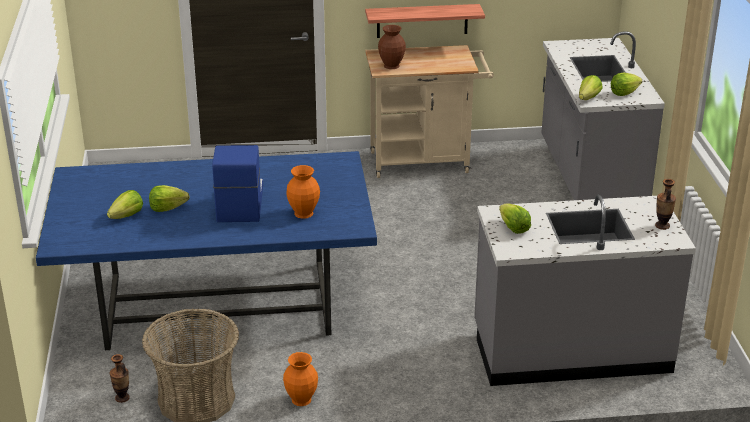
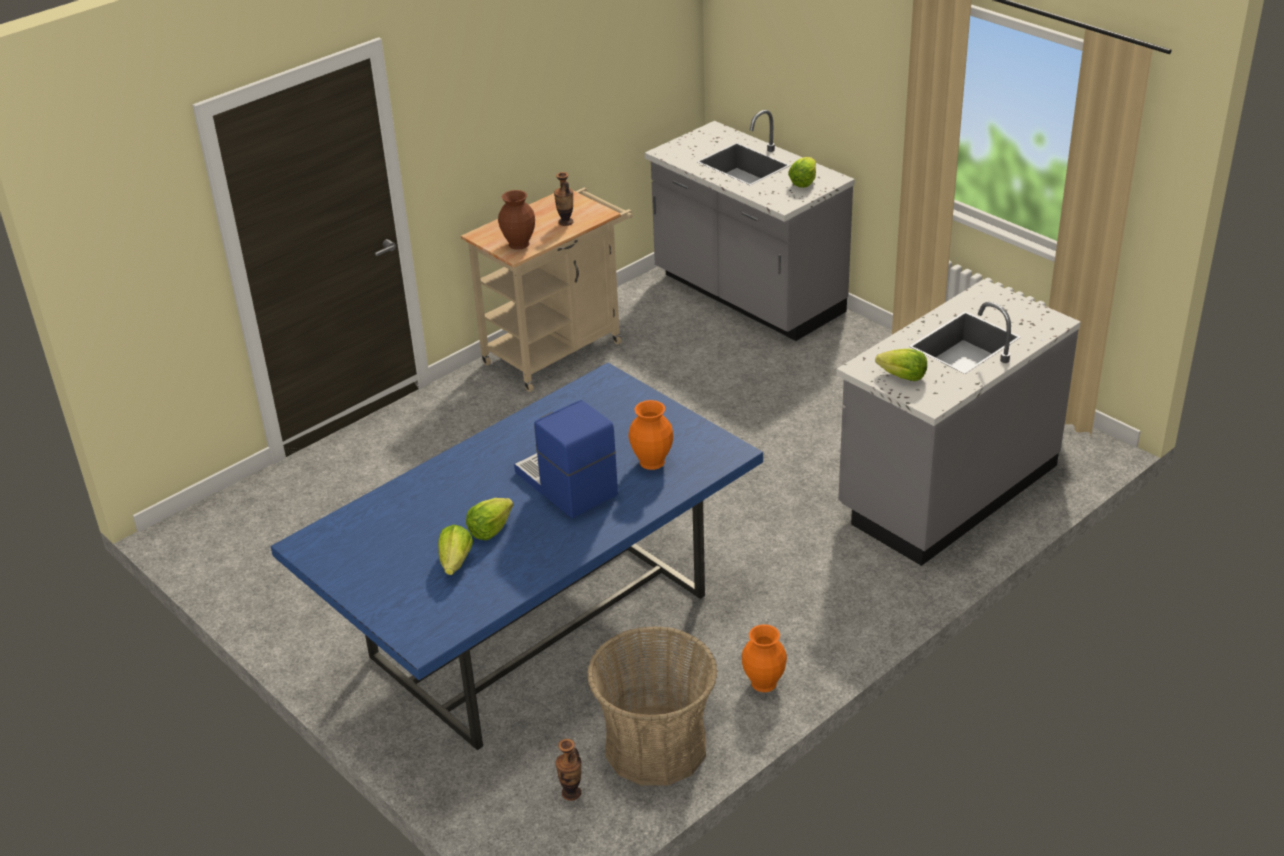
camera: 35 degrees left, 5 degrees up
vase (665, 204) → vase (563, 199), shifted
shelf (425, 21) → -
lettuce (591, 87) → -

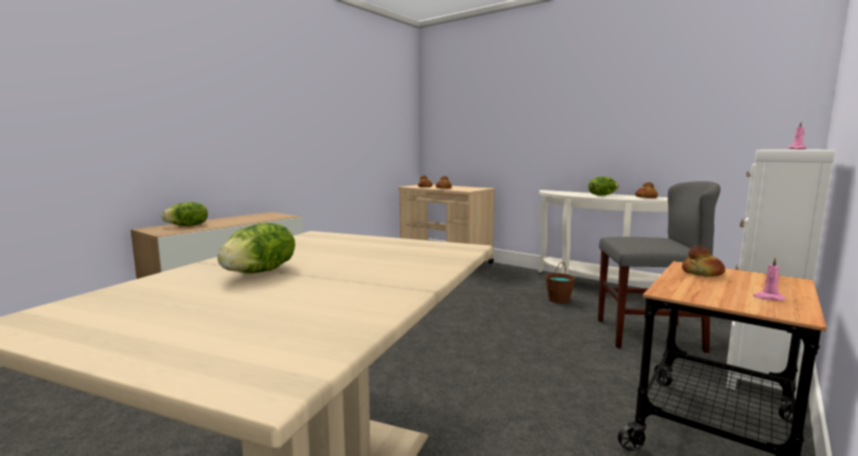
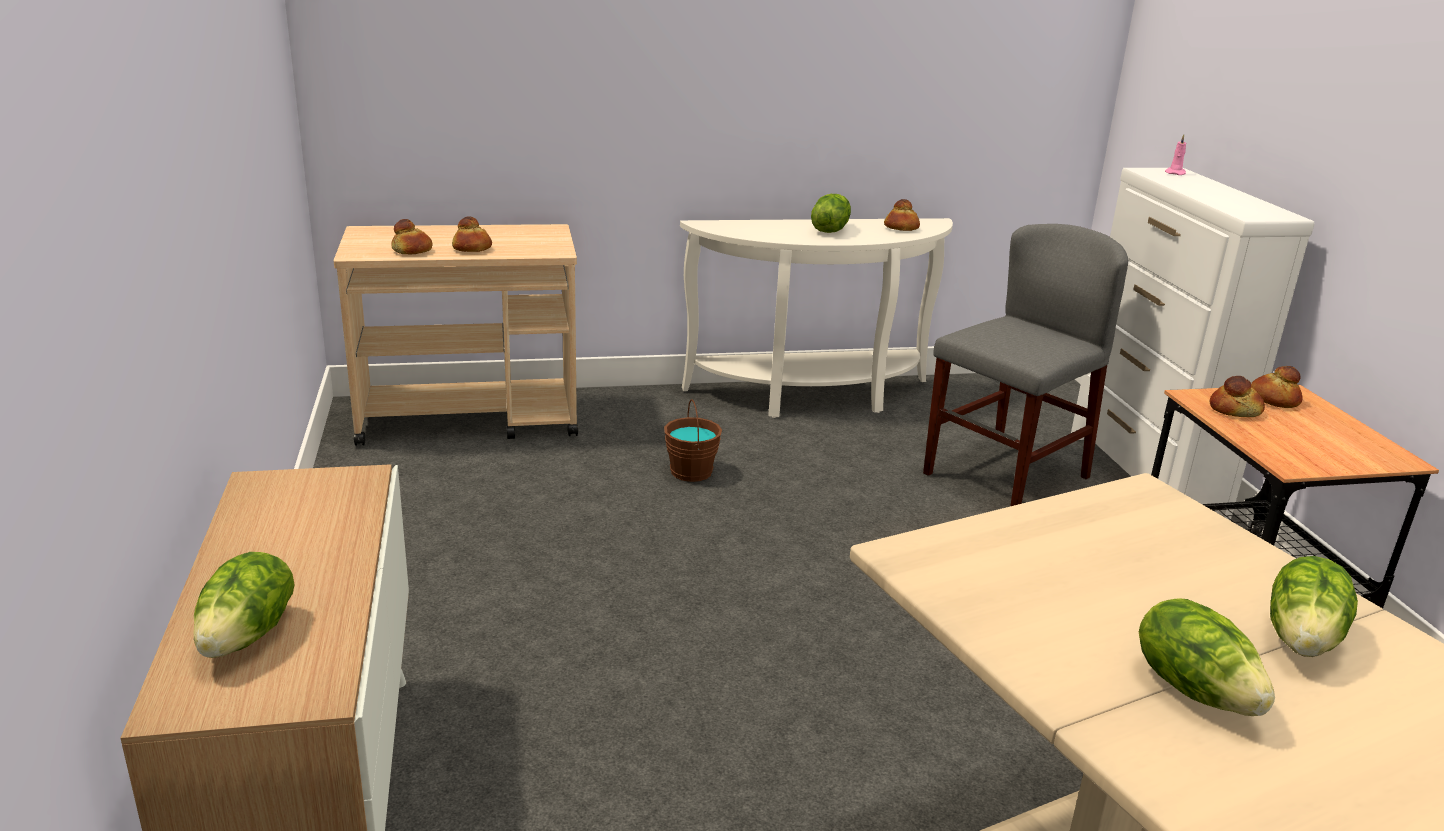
camera: 50 degrees left, 15 degrees up
brown bucket (560, 282) → brown bucket (693, 440), shifted
- → bread (1277, 387)
- → lettuce (1314, 606)
pink candle (769, 279) → -

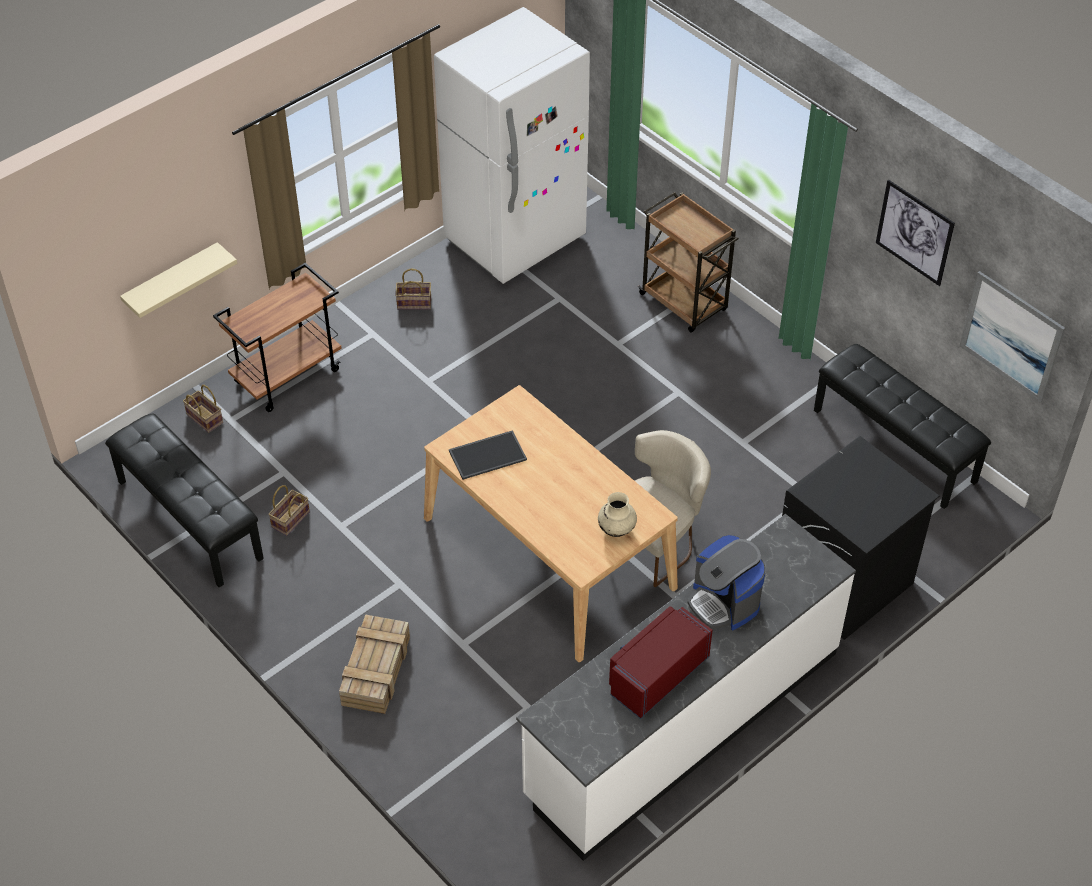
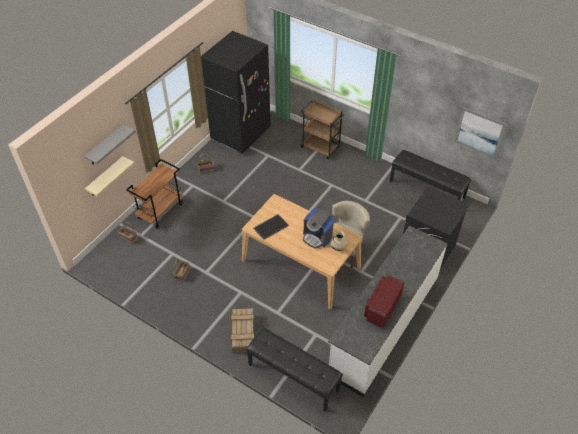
camera: 15 degrees left, 0 degrees up
- → grey shelf (110, 144)
white fridge (512, 145) → black fridge (235, 92)
black bench (184, 500) → black bench (294, 370), shifted
coffee machine (727, 582) → coffee machine (318, 228), shifted
picture (915, 233) → -

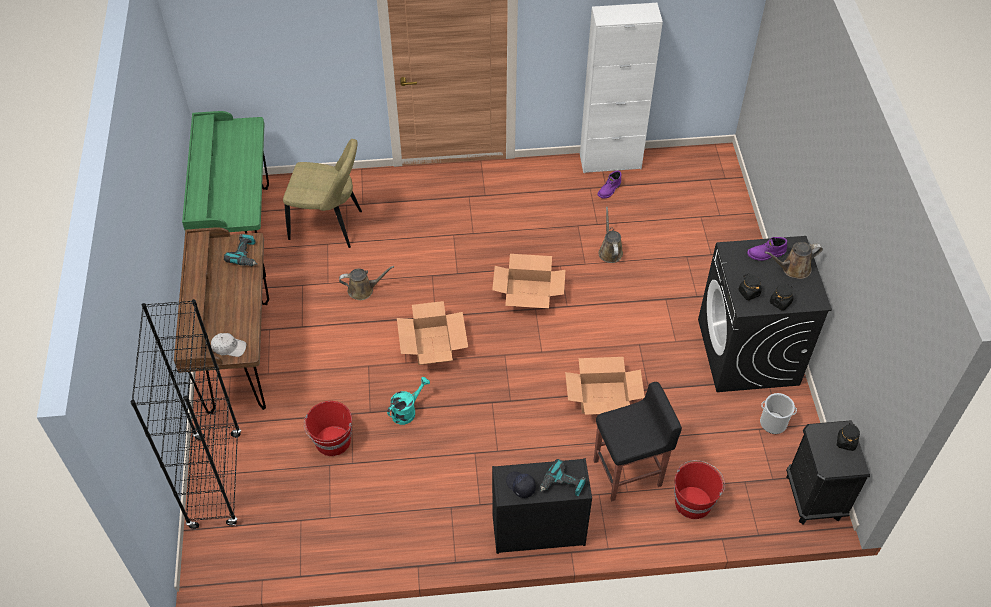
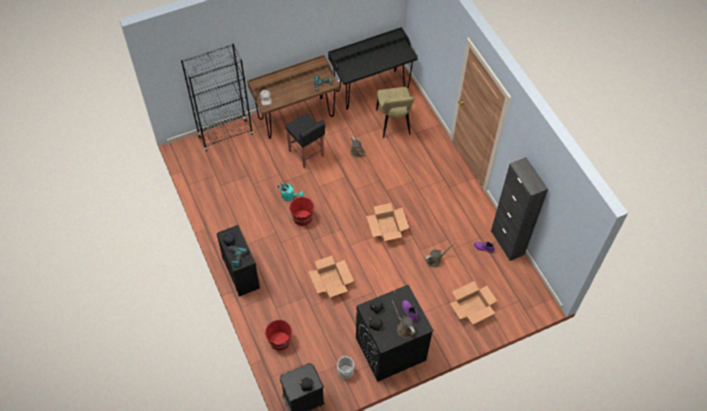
camera: 70 degrees right, 5 degrees up
black stool (638, 441) → black stool (305, 140), shifted
red bucket (328, 428) → red bucket (301, 211), shifted
green desk (225, 194) → black desk (373, 68)
cardboard box (432, 333) → cardboard box (473, 302), shifted
white cabinet (621, 88) → black cabinet (519, 209)

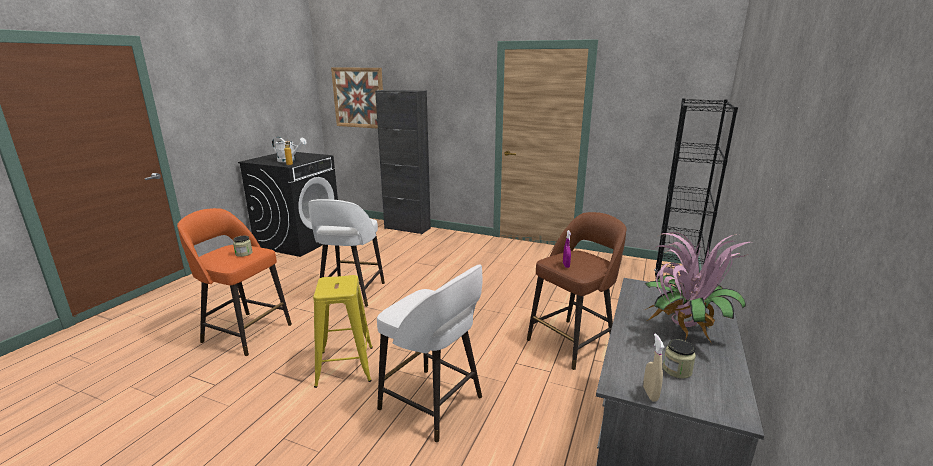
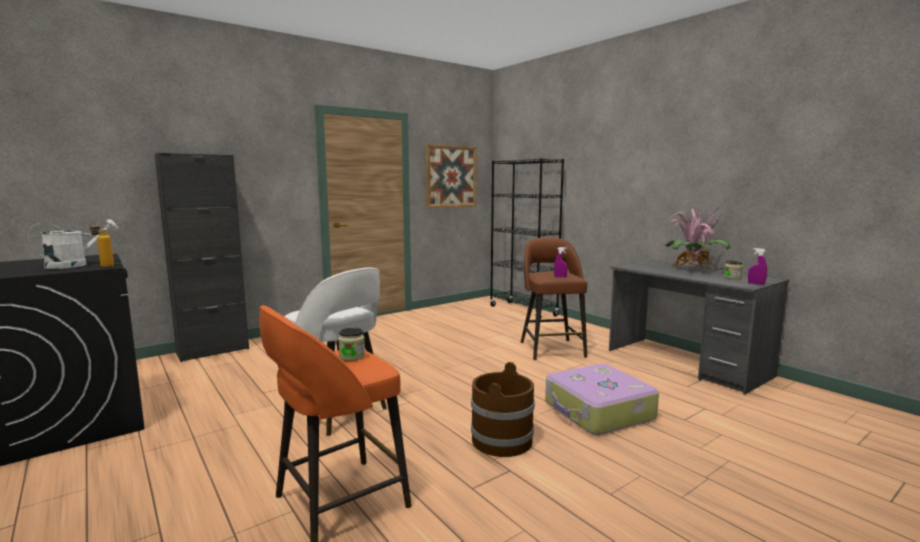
camera: 60 degrees left, 10 degrees down
picture (357, 98) → picture (451, 176), shifted
yellow stool (343, 331) → brown bucket (503, 409)
white stool (429, 353) → suitcase (602, 399)
beige spray bottle (654, 368) → purple spray bottle (757, 266)

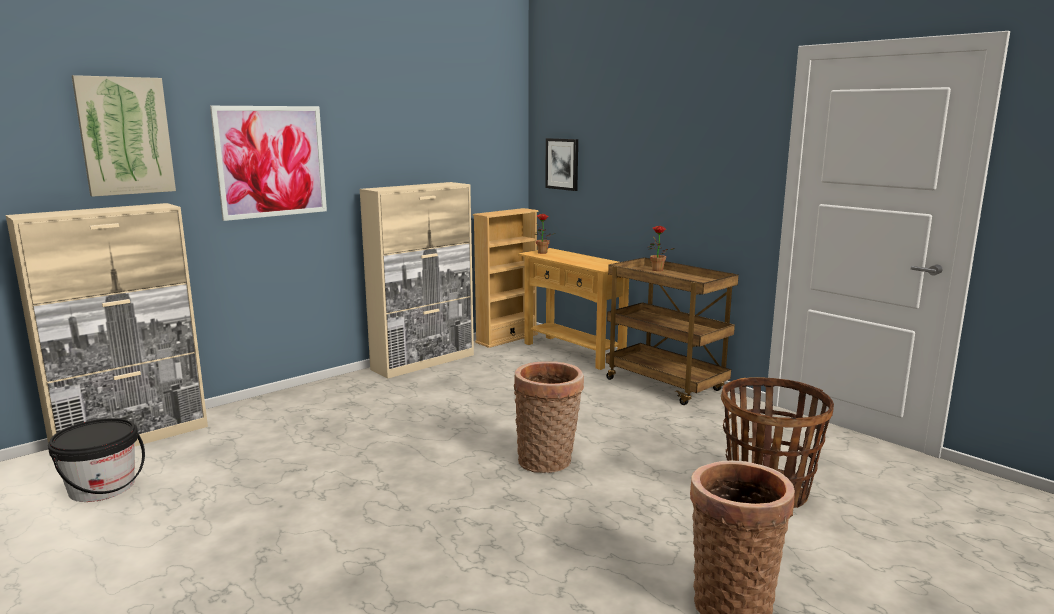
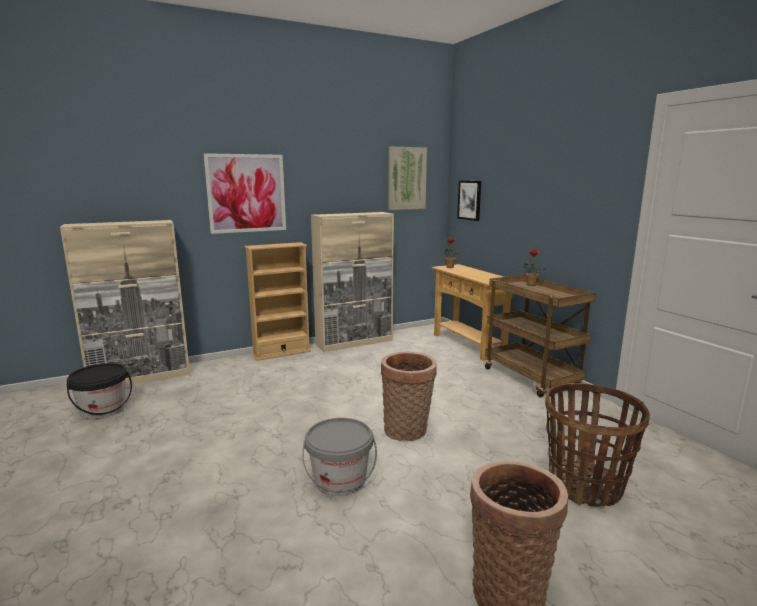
camera: 15 degrees right, 0 degrees up
beige bookcase (505, 278) → beige bookcase (278, 301), shifted
- → grey bucket (339, 457)
picture (124, 136) → picture (407, 178), shifted

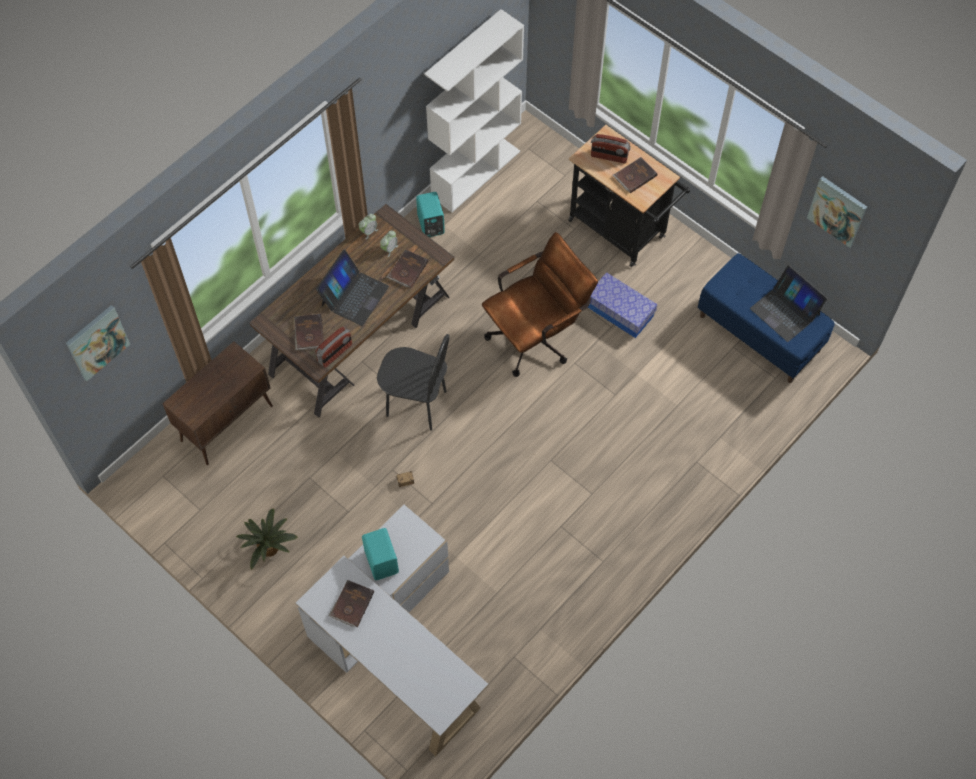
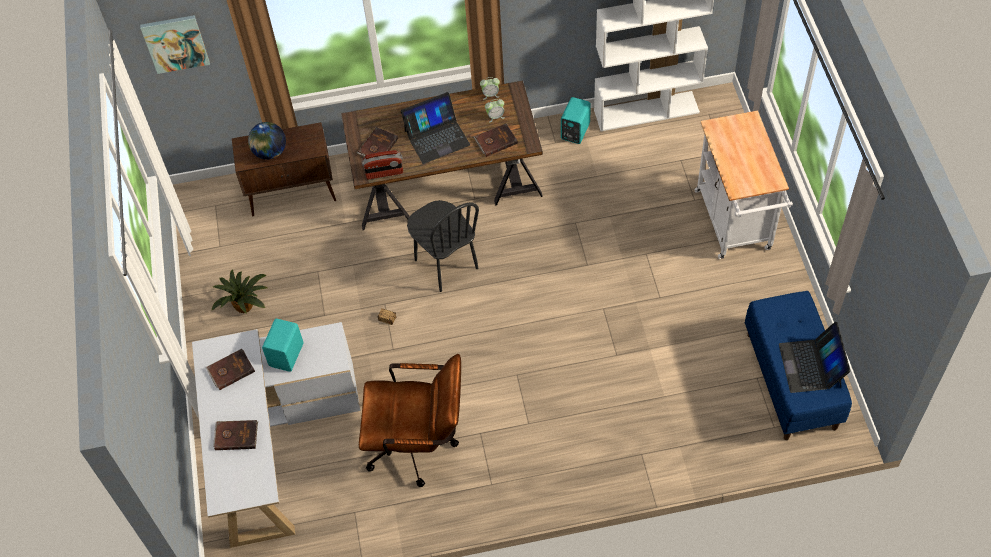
camera: 40 degrees right, 5 degrees down
brown book (635, 175) → brown book (235, 435), shifted
- → globe (267, 141)
brown office chair (540, 304) → brown office chair (410, 420), shifted
black cart (629, 196) → white cart (743, 185)
storage box (622, 305) → -
radio (611, 148) → -
picture (837, 212) → -

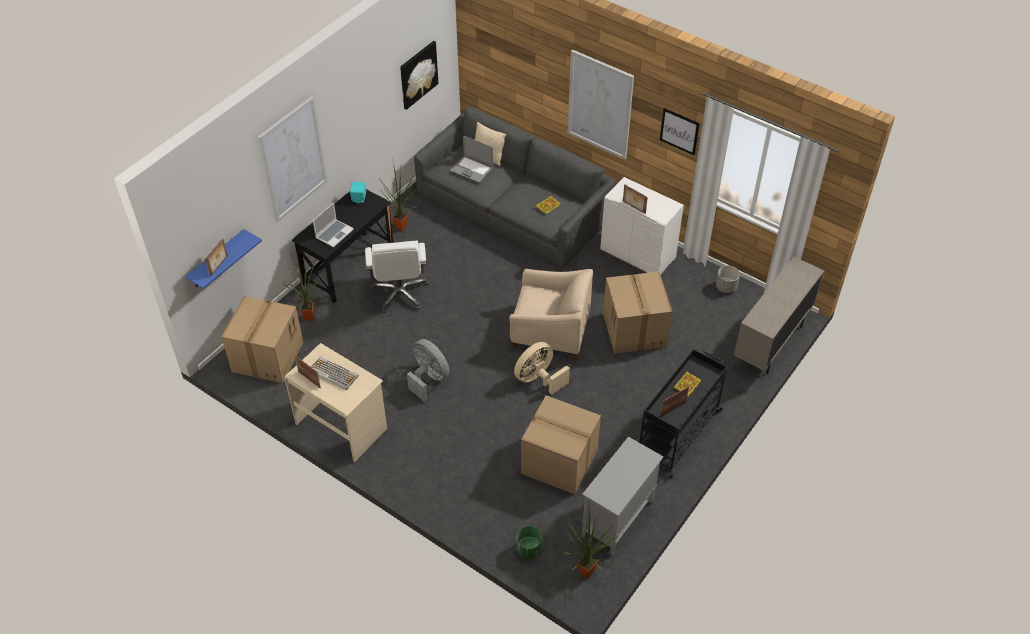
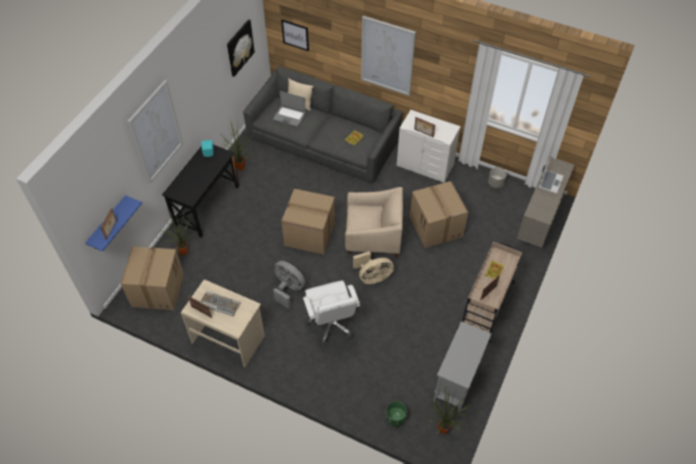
camera: 10 degrees left, 5 degrees up
picture (680, 131) → picture (295, 35), shifted
cardboard box (561, 444) → cardboard box (308, 221), shifted
white office chair (397, 277) → white office chair (331, 313), shifted
beige fan (542, 368) → beige fan (373, 267), 150 degrees counterclockwise
black cart (683, 413) → beige cart (489, 292)
laptop (333, 225) → laptop (551, 176), shifted

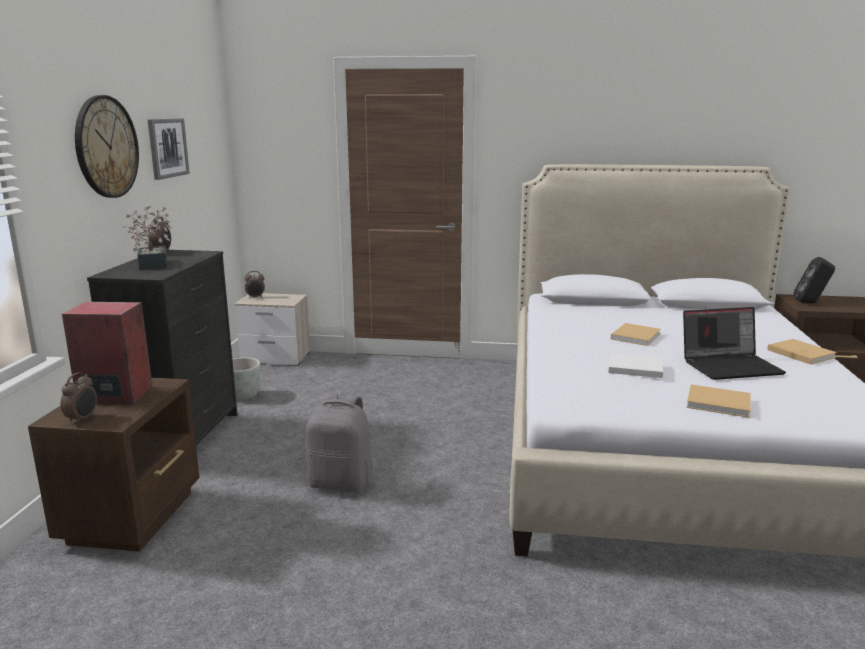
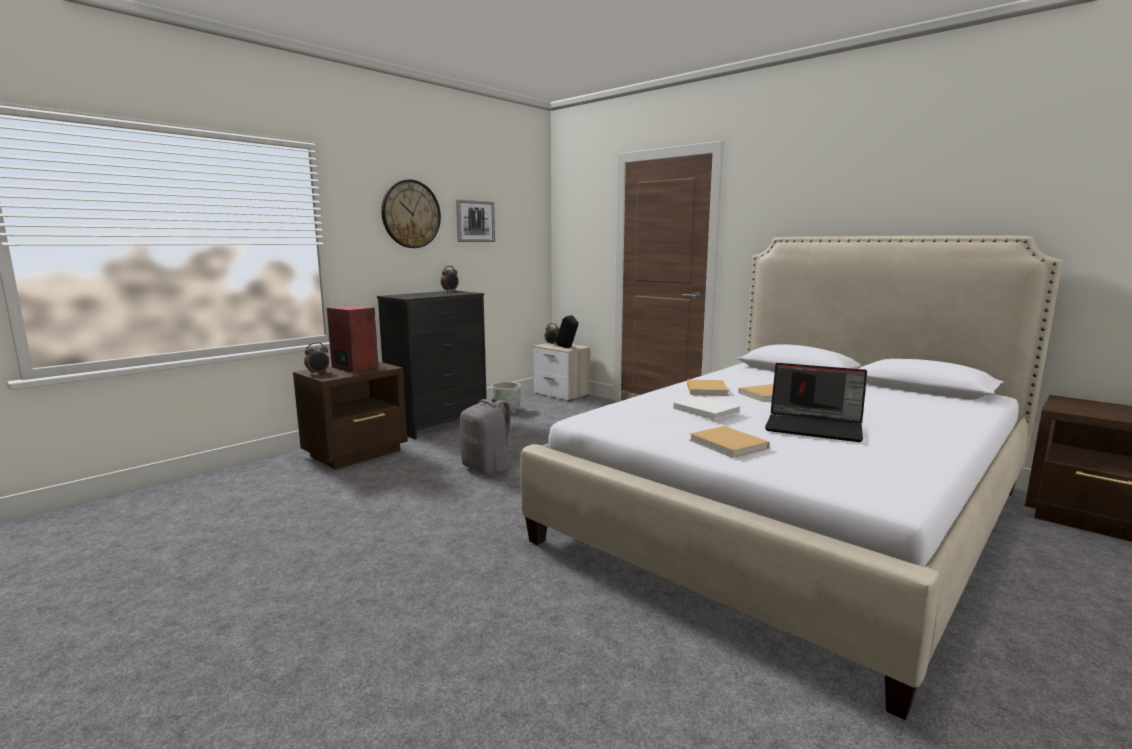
camera: 35 degrees right, 5 degrees down
black speaker (814, 280) → black speaker (567, 331), shifted
beige book (802, 352) → beige book (708, 387), shifted
potted plant (147, 237) → -

